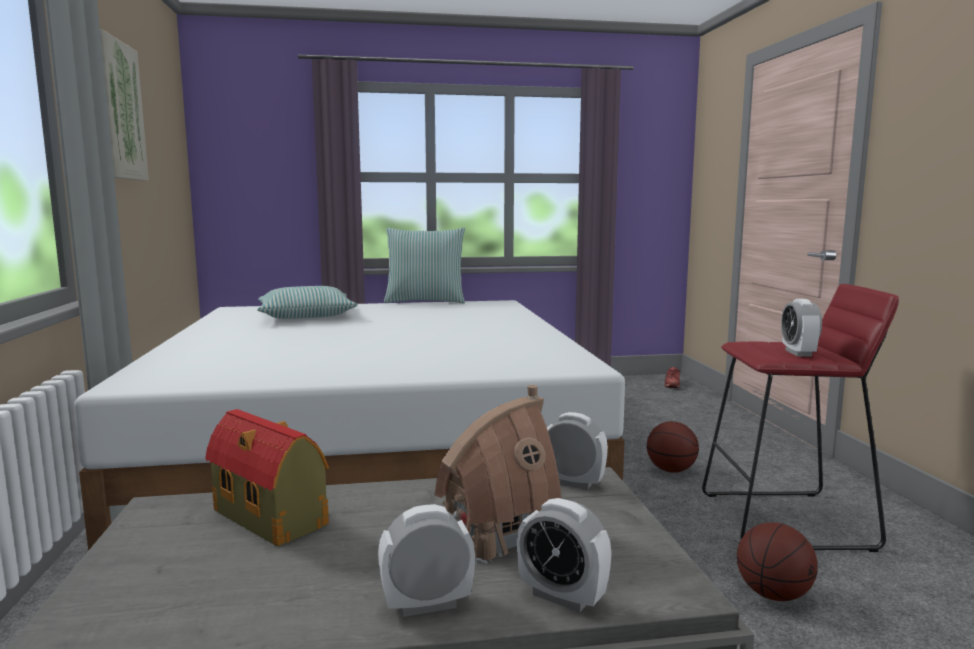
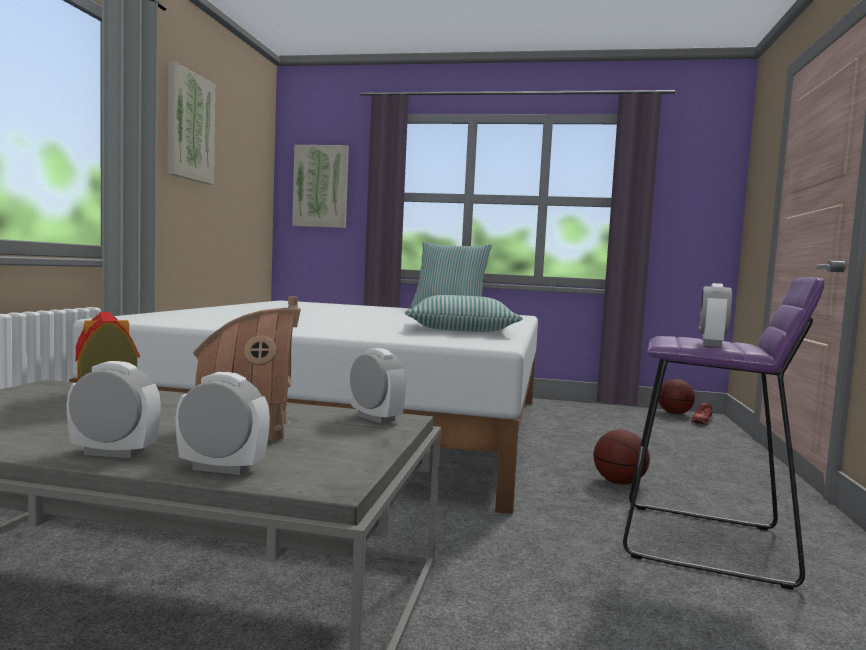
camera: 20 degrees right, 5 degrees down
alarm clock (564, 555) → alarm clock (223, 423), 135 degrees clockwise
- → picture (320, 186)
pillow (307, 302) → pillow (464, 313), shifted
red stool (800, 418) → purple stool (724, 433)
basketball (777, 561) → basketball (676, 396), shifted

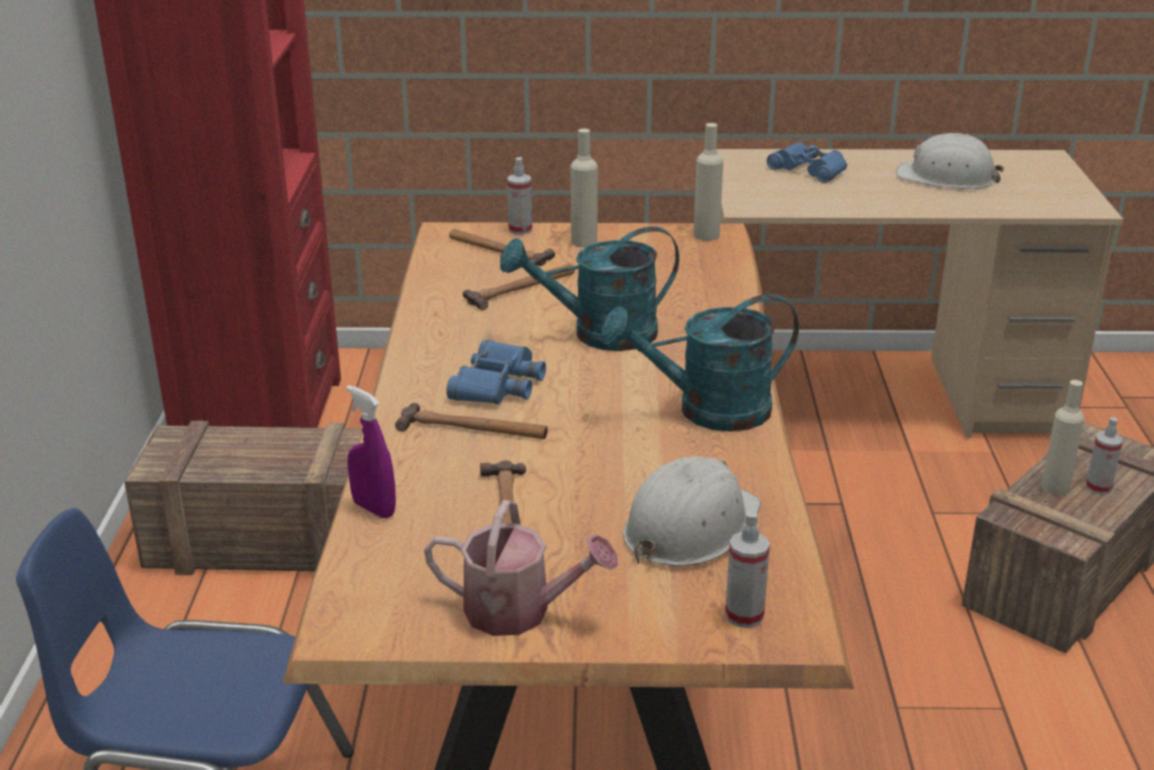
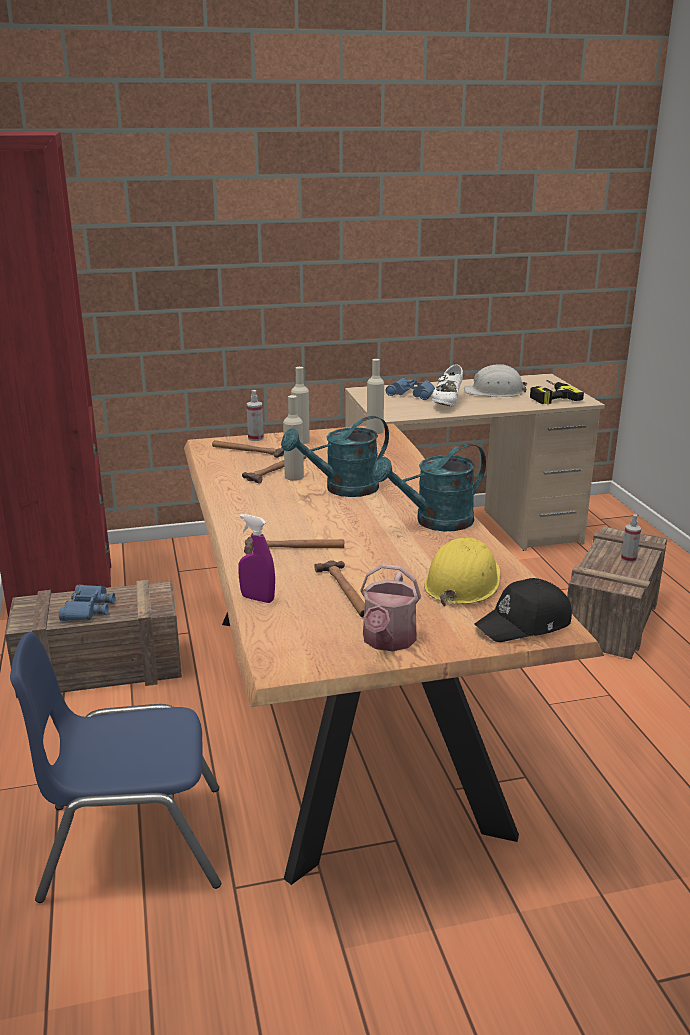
camera: 15 degrees left, 5 degrees down
blue binoculars (496, 372) → blue binoculars (87, 602), shifted
beige bottle (1063, 437) → beige bottle (293, 438), shifted
watering can (521, 568) → watering can (390, 607), 105 degrees clockwise
white hard hat (692, 511) → yellow hard hat (462, 572)
- → white shoe (447, 385)
spray bottle (747, 569) → black cap (523, 610)
- → power drill (557, 392)

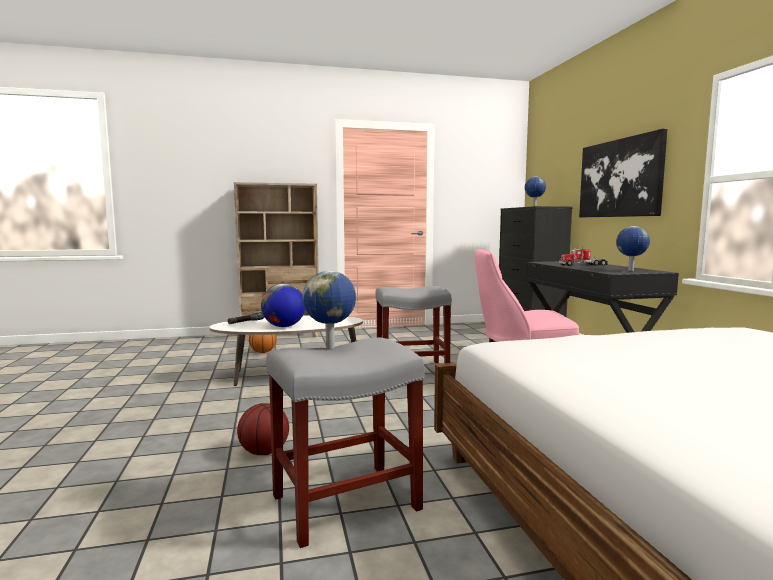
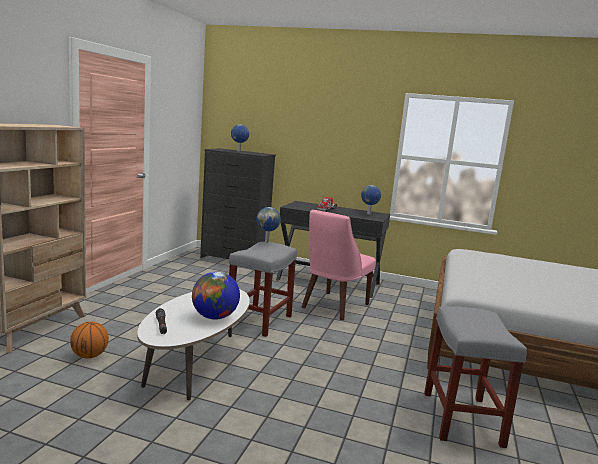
camera: 60 degrees left, 5 degrees up
globe (329, 310) → globe (268, 225), shifted
basketball (263, 429) → -
picture (623, 172) → -

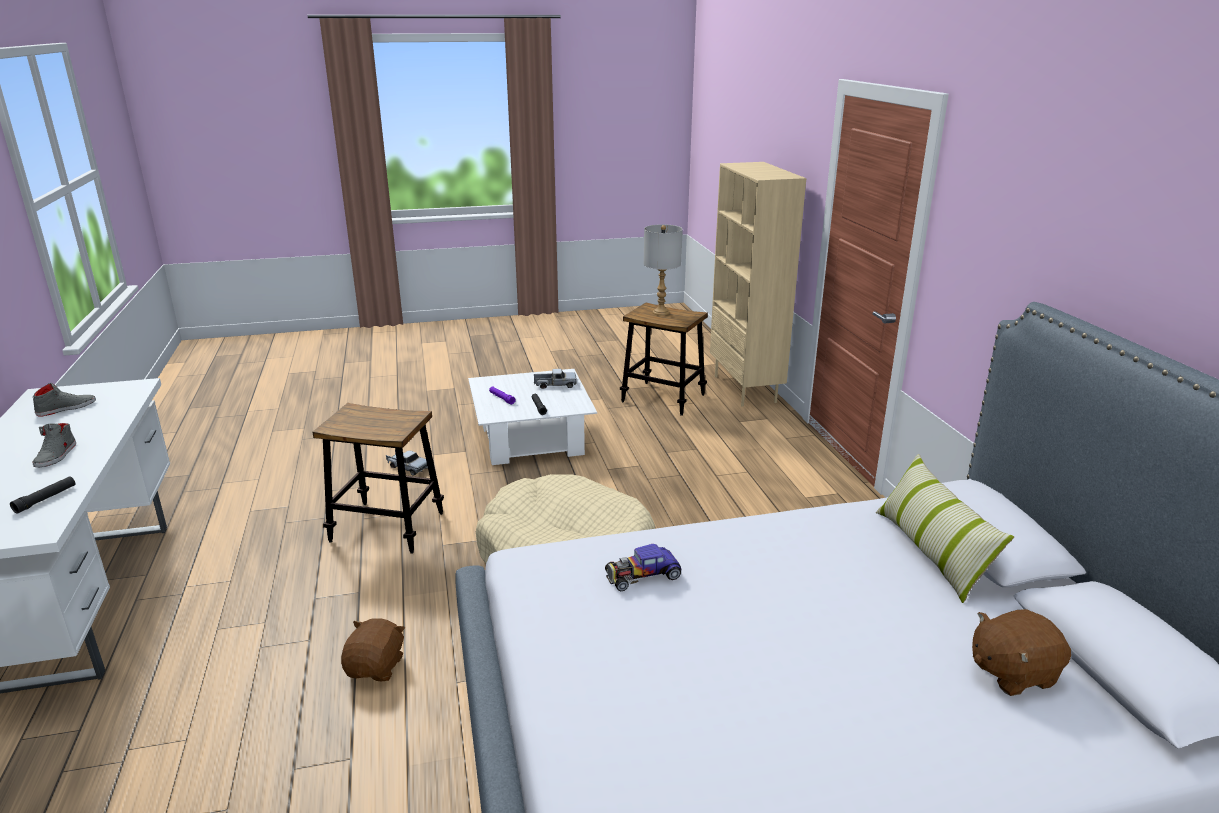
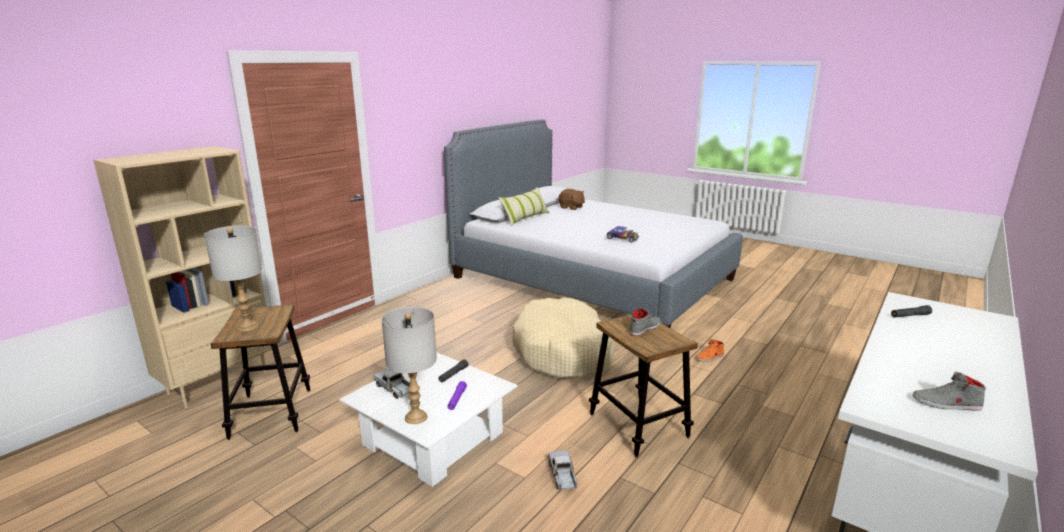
camera: 130 degrees left, 5 degrees down
- → grey table lamp (409, 365)
grey shoe (54, 445) → grey shoe (645, 322), shifted
brown plush toy (373, 649) → orange shoe (710, 350)

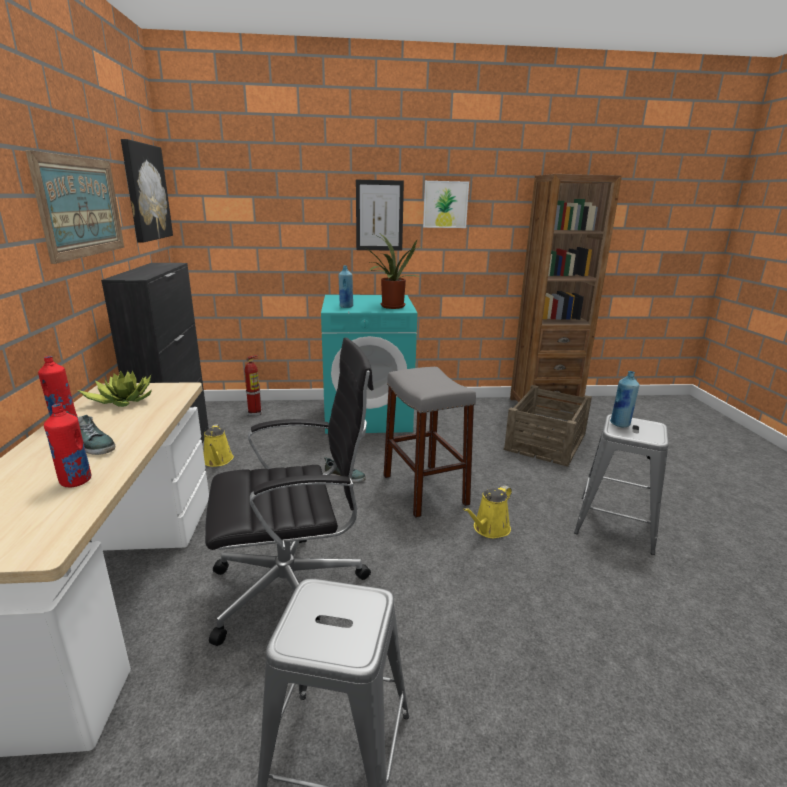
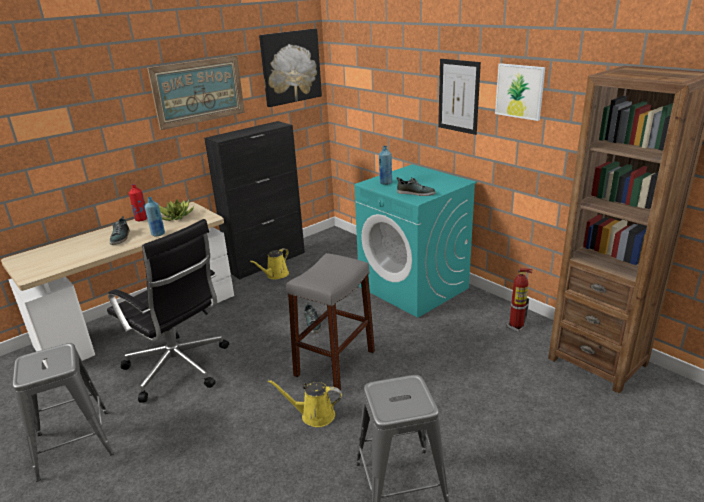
camera: 55 degrees right, 5 degrees up
blue bottle (624, 399) → blue bottle (154, 217), shifted
potted plant (392, 271) → shoe (416, 186)
fire extinguisher (253, 385) → fire extinguisher (519, 300), shifted
red bottle (67, 445) → -
crate (548, 426) → -

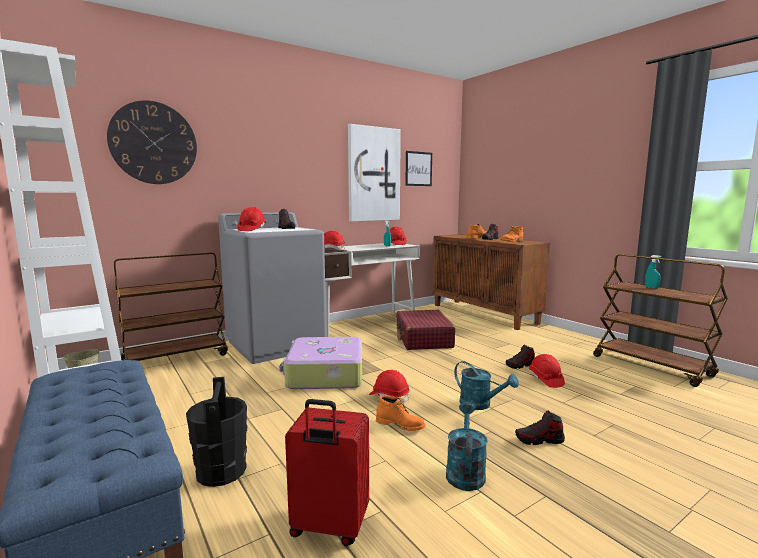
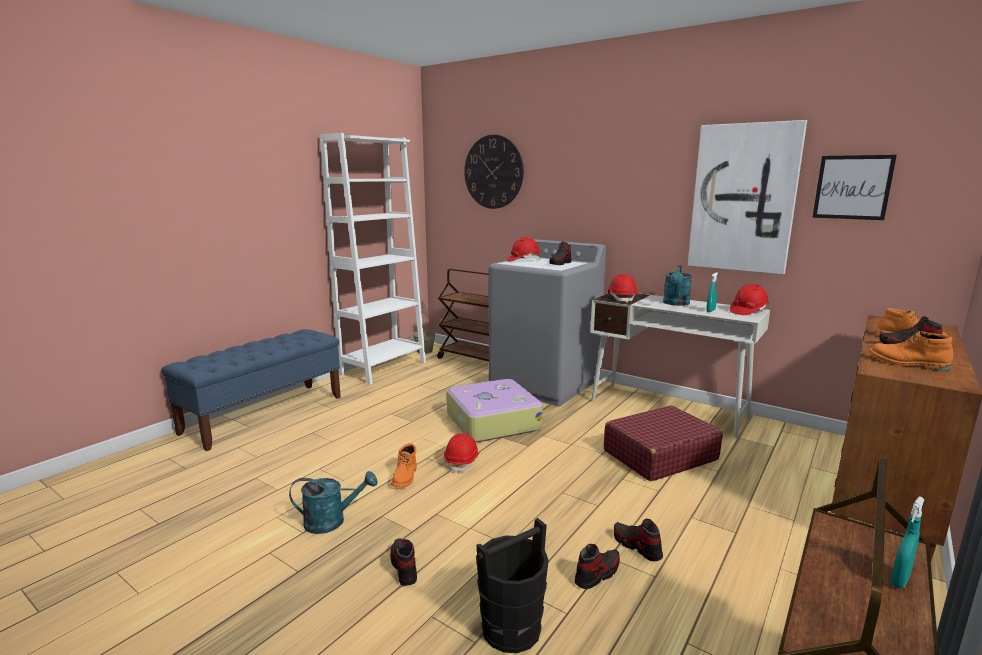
camera: 70 degrees right, 5 degrees up
black bucket (216, 432) → black bucket (512, 585), shifted
red hard hat (547, 371) → shoe (597, 566)
turquoise watering can (486, 385) → turquoise watering can (677, 285), shifted
red suitcase (327, 472) → -

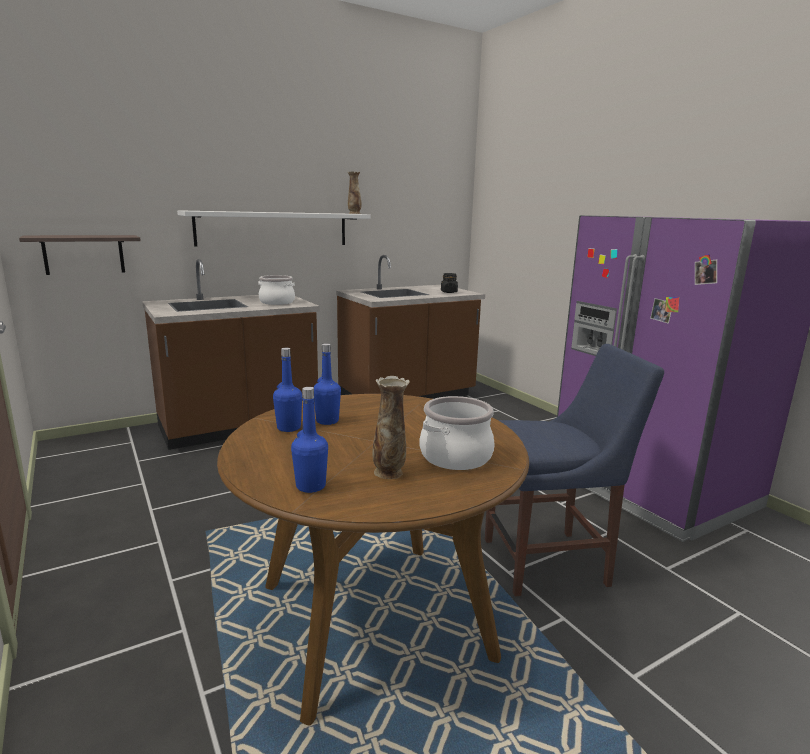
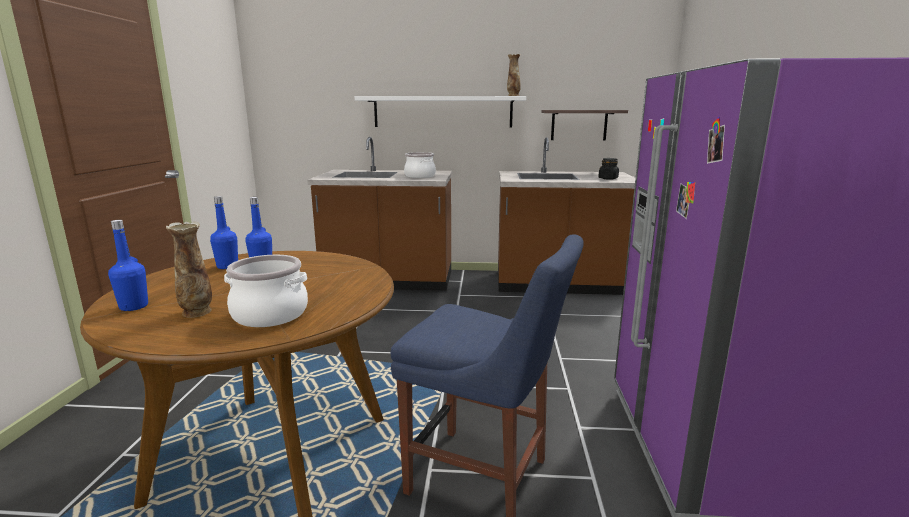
camera: 35 degrees right, 0 degrees up
shelf (80, 255) → shelf (584, 125), shifted

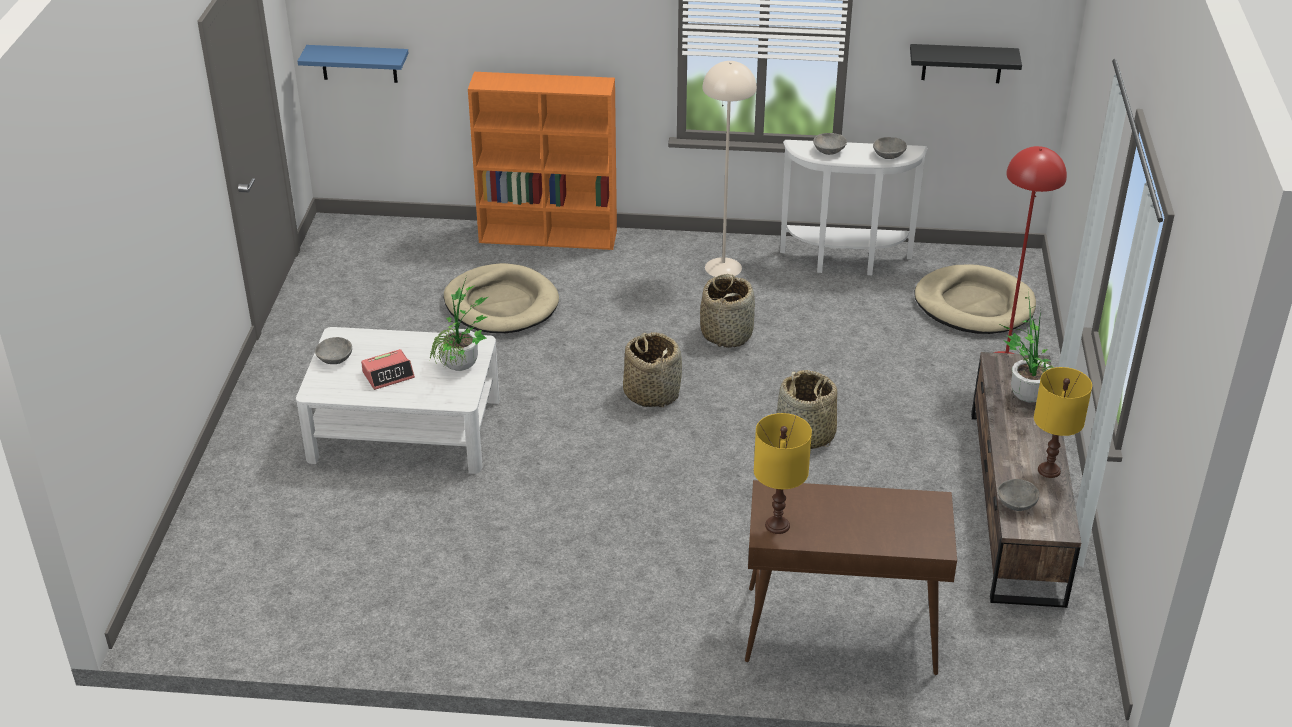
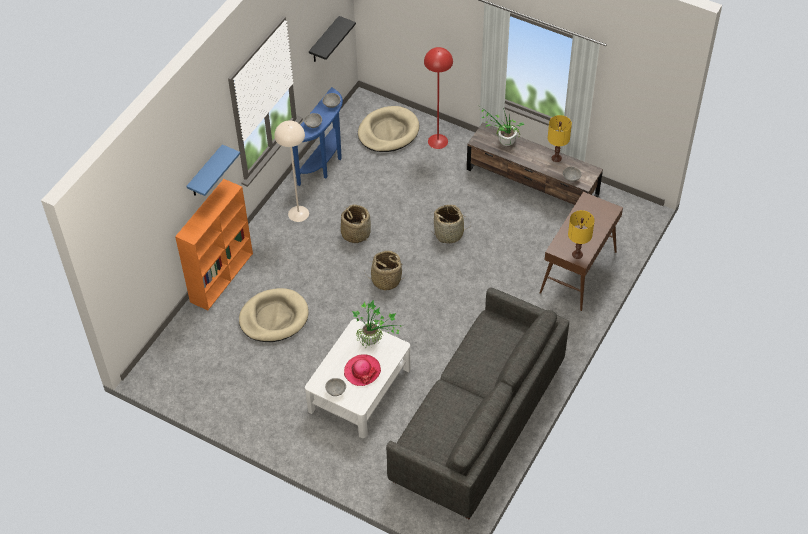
camera: 65 degrees left, 15 degrees up
blue shelf (353, 64) → blue shelf (213, 170), shifted
white console table (854, 207) → blue console table (317, 136)
alarm clock (388, 369) → hat (362, 370)
- → grey sofa (477, 403)

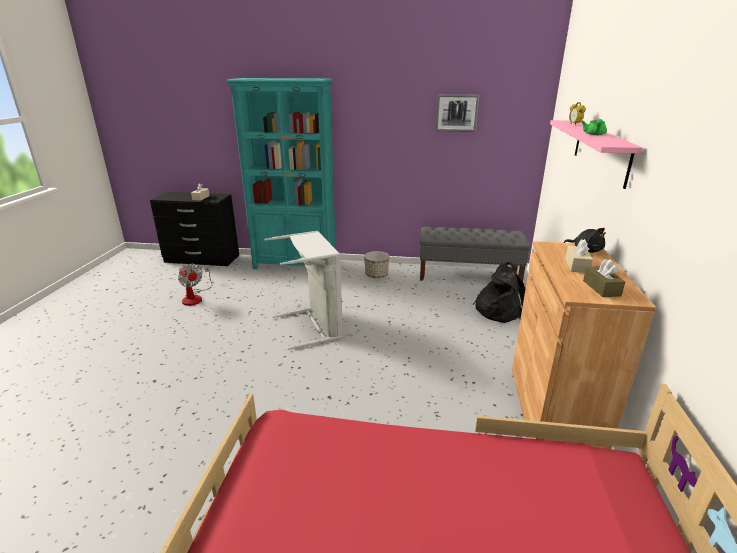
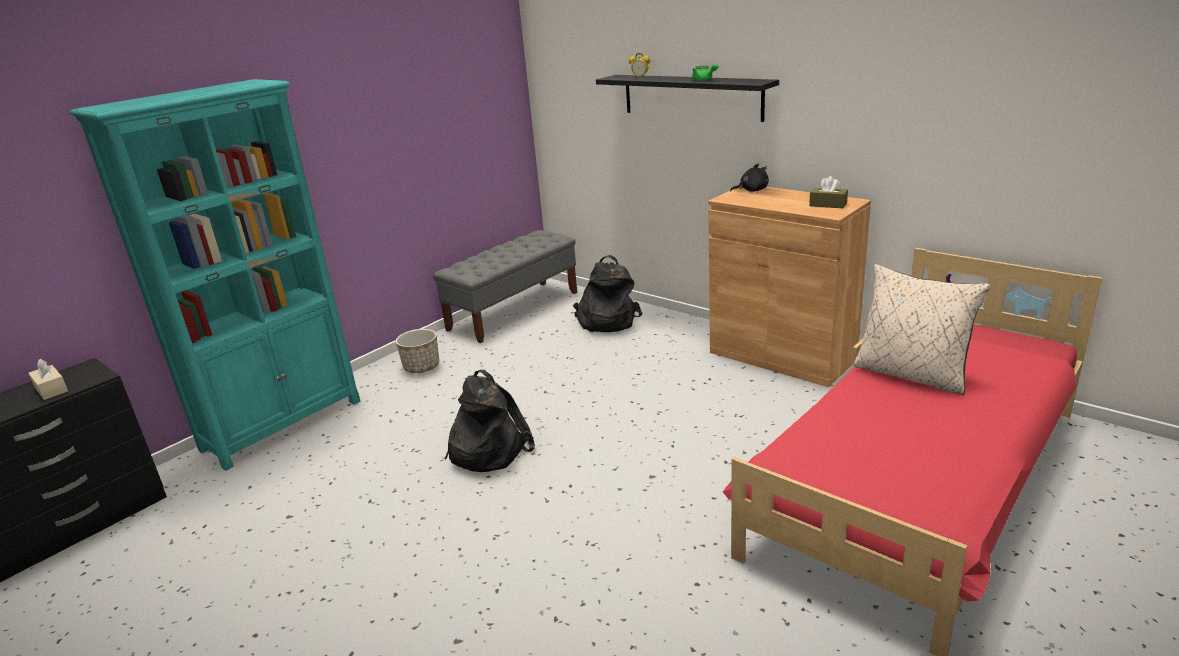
camera: 55 degrees left, 0 degrees up
grey laundry basket (303, 290) → black backpack (489, 421)
pink shelf (596, 154) → black shelf (687, 98)
- → beige pillow (922, 329)
fan (195, 285) → -
picture (457, 113) → -
beige tissue box (579, 256) → -

